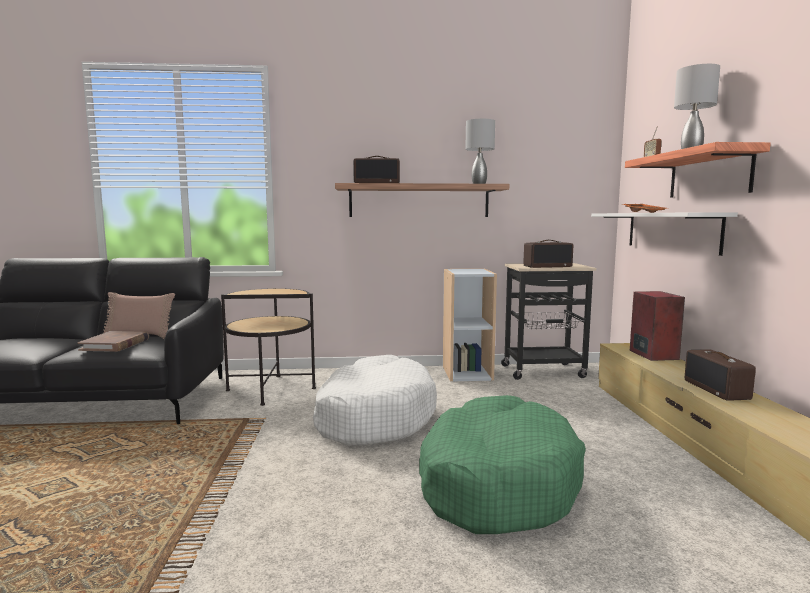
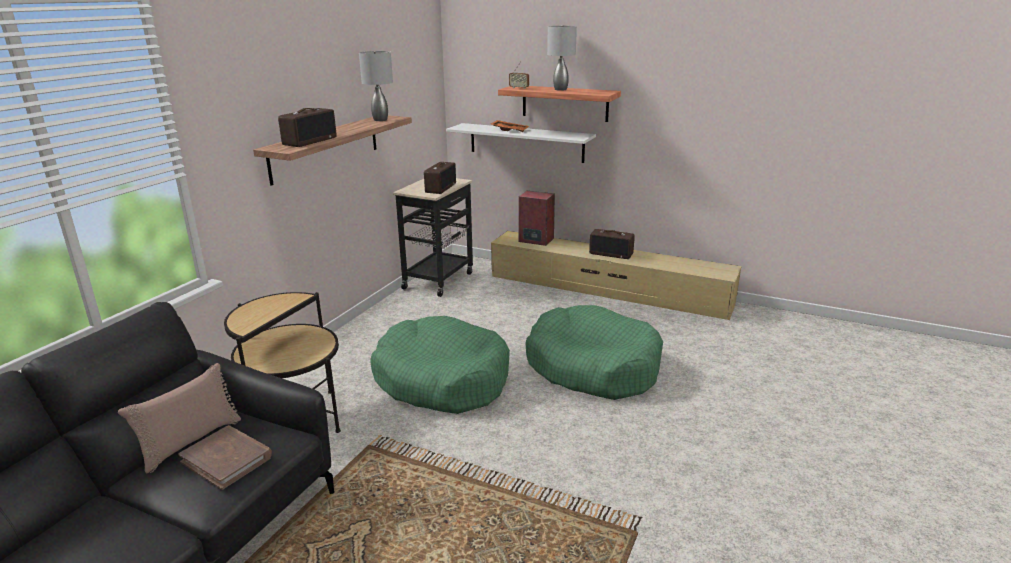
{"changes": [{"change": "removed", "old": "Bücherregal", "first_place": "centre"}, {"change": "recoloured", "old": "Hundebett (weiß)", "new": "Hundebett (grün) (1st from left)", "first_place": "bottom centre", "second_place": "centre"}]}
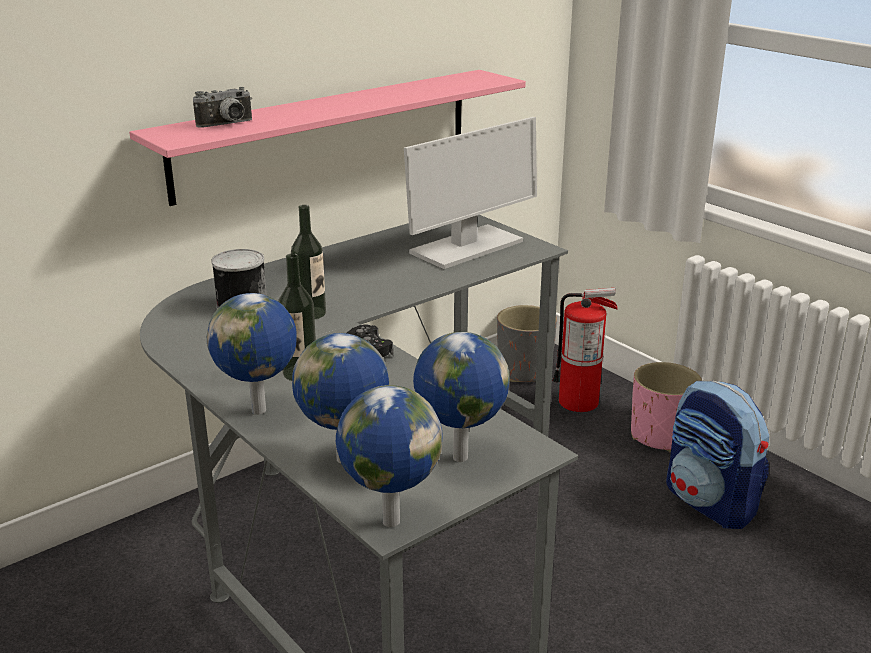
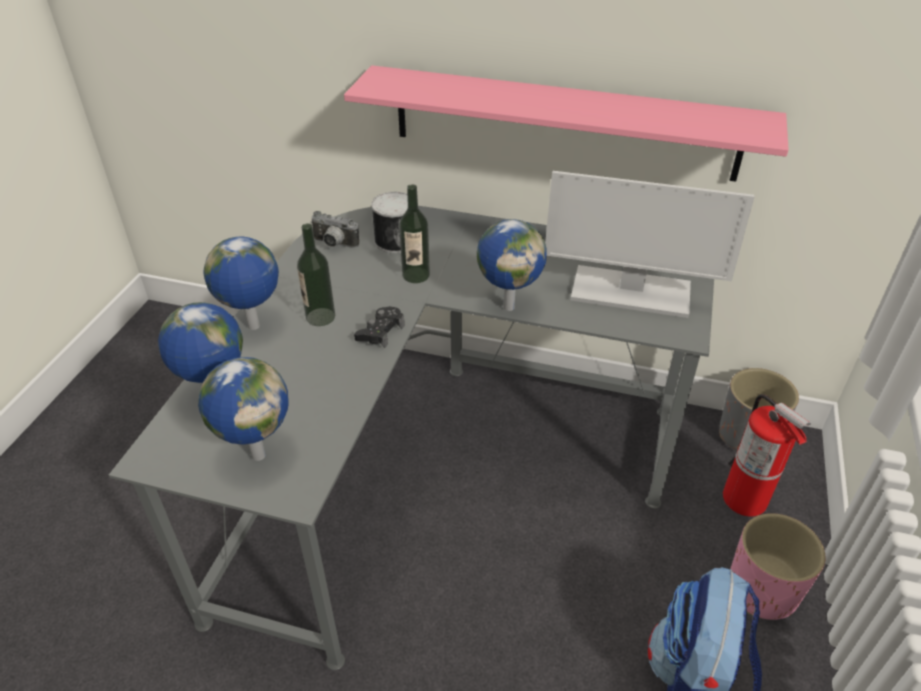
{"changes": [{"change": "moved", "old": "Kamera", "first_place": "top left", "second_place": "top centre"}, {"change": "moved", "old": "Globus (3rd from left in the first image)", "new": "Globus (4th from left)", "first_place": "bottom centre", "second_place": "centre"}]}
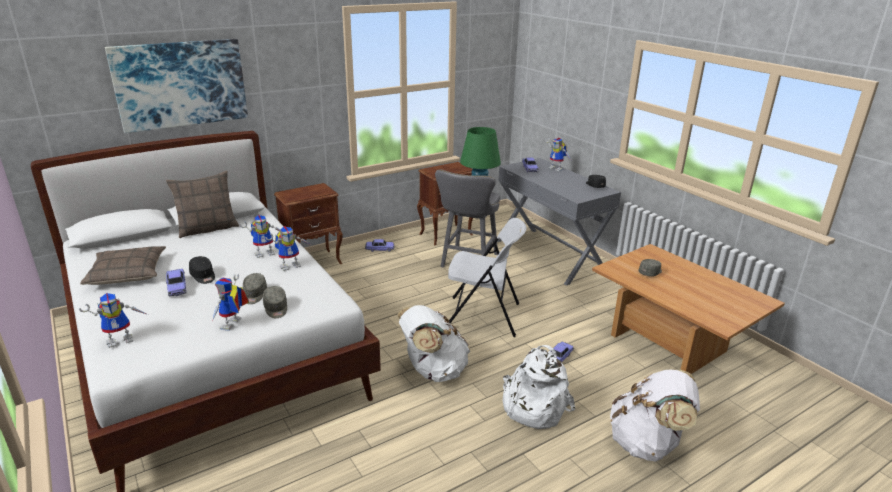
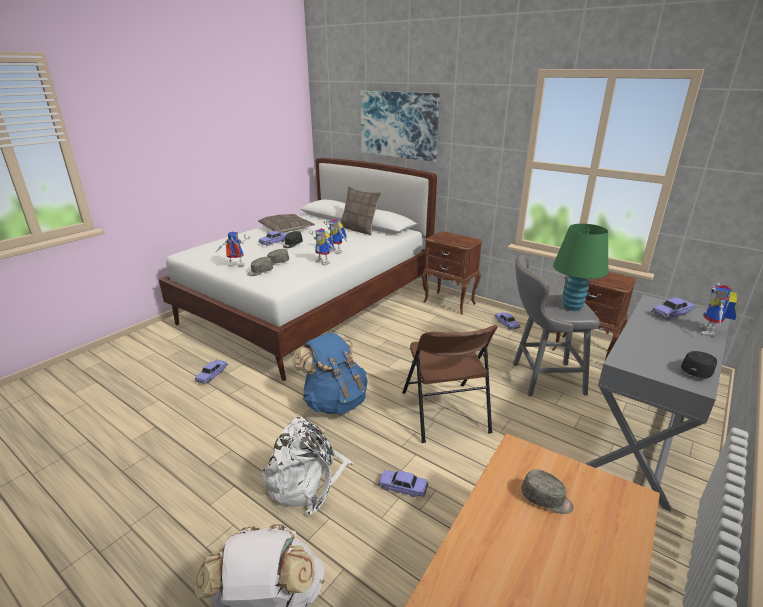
{"changes": [{"change": "recoloured", "old": "Stuhl (weiß)", "new": "Stuhl (braun)", "first_place": "centre", "second_place": "centre"}, {"change": "removed", "old": "Spielzeugroboter (1st from left)", "first_place": "middle left"}, {"change": "recoloured", "old": "Rucksack (weiß) (1st from left)", "new": "Rucksack (blau)", "first_place": "bottom centre", "second_place": "centre"}, {"change": "added", "new": "Spielzeugauto (1st from left)", "second_place": "middle left"}]}
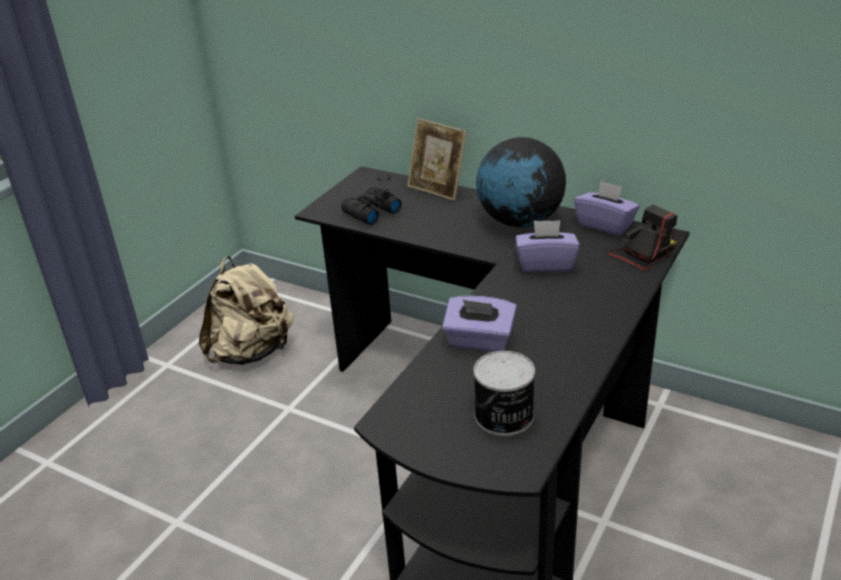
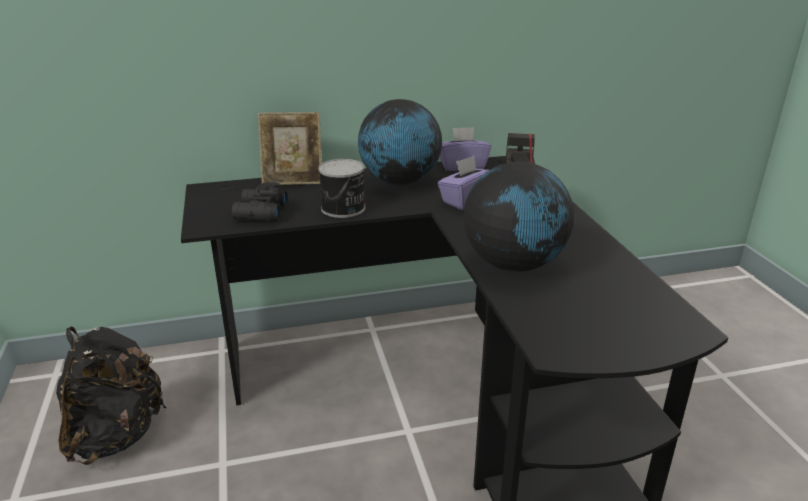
{"changes": [{"change": "recoloured", "old": "Rucksack (beige)", "new": "Rucksack (schwarz)", "first_place": "middle left", "second_place": "bottom left"}, {"change": "replaced", "old": "Taschentuchbox (lila) (1st from left)", "new": "Globus (2nd from left)", "first_place": "centre", "second_place": "centre"}, {"change": "moved", "old": "Dose", "first_place": "bottom centre", "second_place": "centre"}]}
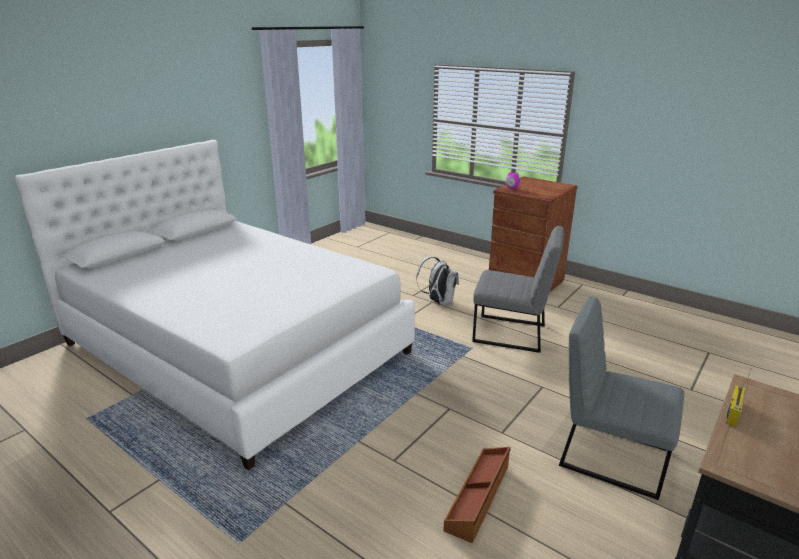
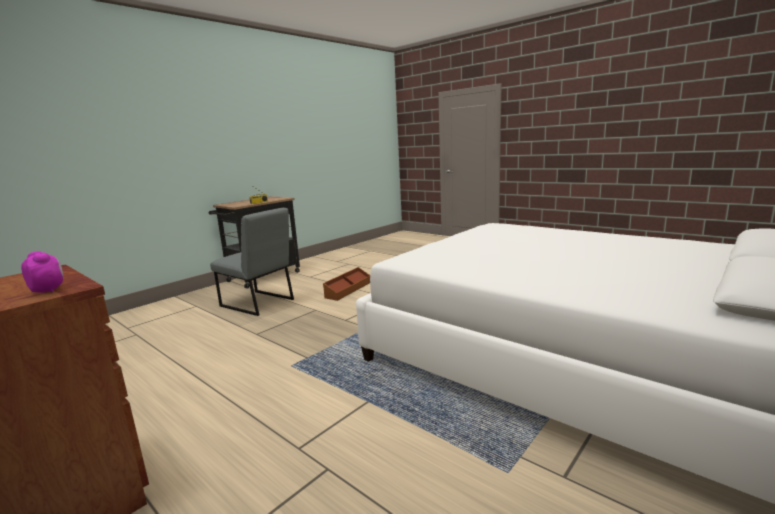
{"changes": [{"change": "removed", "old": "Stuhl (grau) (1st from left)", "first_place": "centre"}, {"change": "removed", "old": "Rucksack (weiß)", "first_place": "centre"}]}
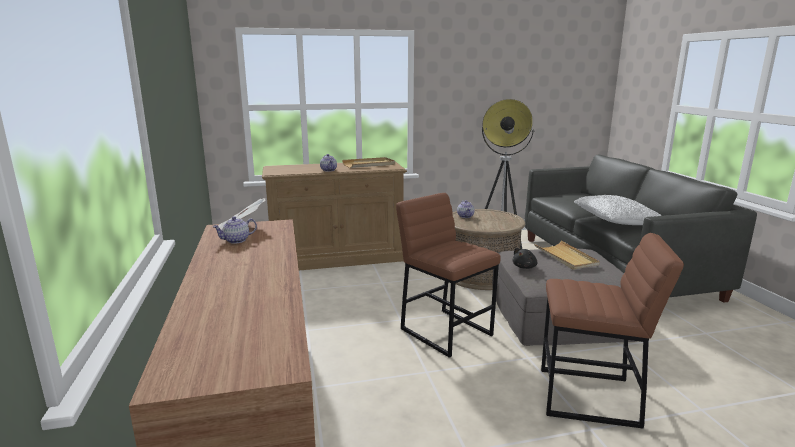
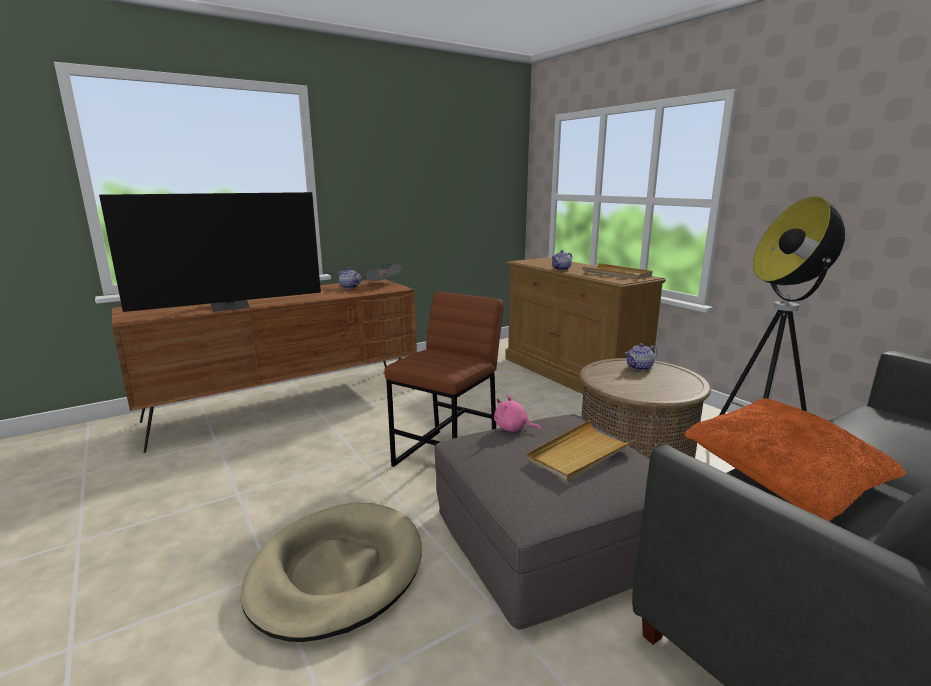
{"changes": [{"change": "recoloured", "old": "Kissen (weiß)", "new": "Kissen (orange)", "first_place": "middle right", "second_place": "bottom right"}, {"change": "replaced", "old": "Hocker (braun) (2nd from left)", "new": "Hundebett (beige)", "first_place": "bottom right", "second_place": "bottom centre"}, {"change": "recoloured", "old": "Plüschtier (schwarz)", "new": "Plüschtier (rosa)", "first_place": "centre", "second_place": "centre"}, {"change": "added", "new": "Fernseher", "second_place": "middle left"}]}
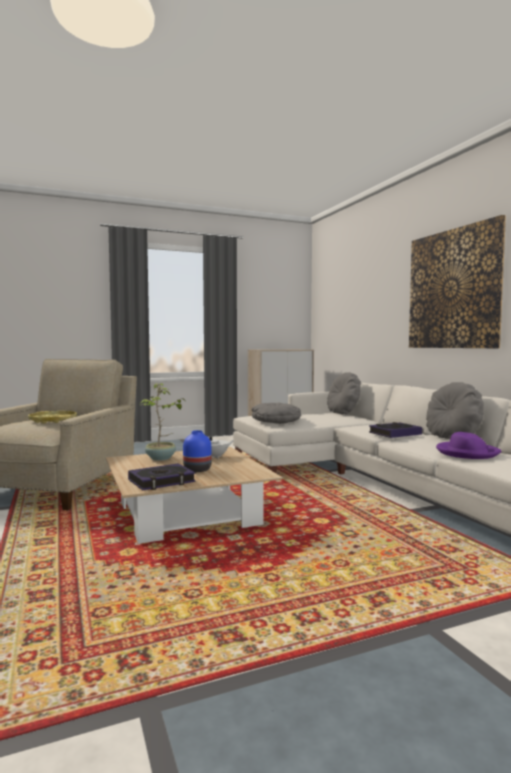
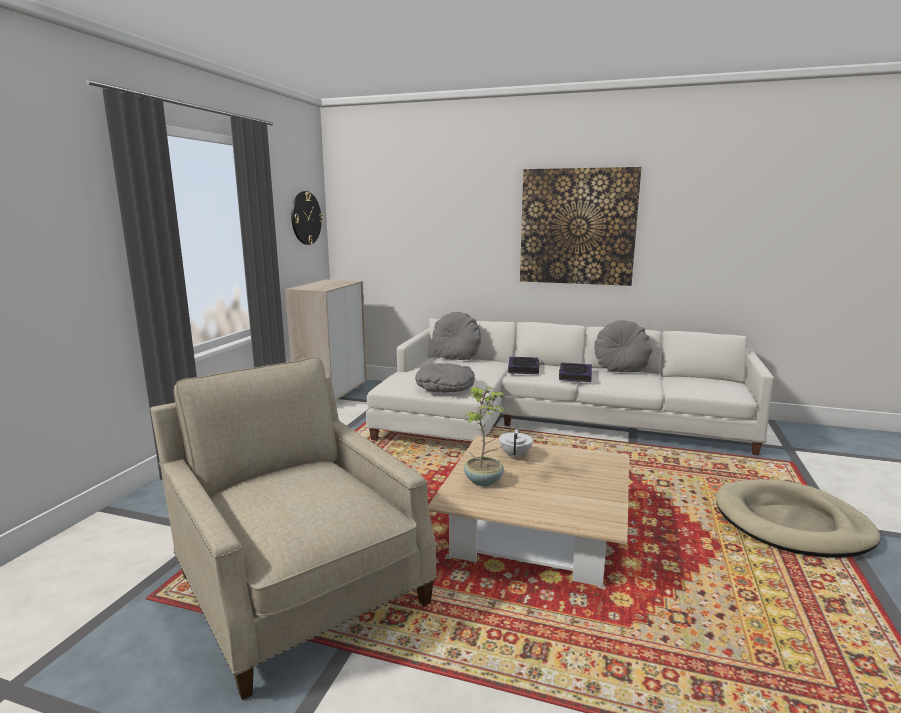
{"changes": [{"change": "removed", "old": "Tablett (gelb)", "first_place": "middle left"}, {"change": "removed", "old": "Vase (blau)", "first_place": "centre"}, {"change": "removed", "old": "Hut (lila)", "first_place": "middle right"}, {"change": "moved", "old": "Buch (1st from left)", "first_place": "middle left", "second_place": "centre"}, {"change": "added", "new": "Wanduhr", "second_place": "top centre"}, {"change": "added", "new": "Hundebett (beige)", "second_place": "bottom right"}]}
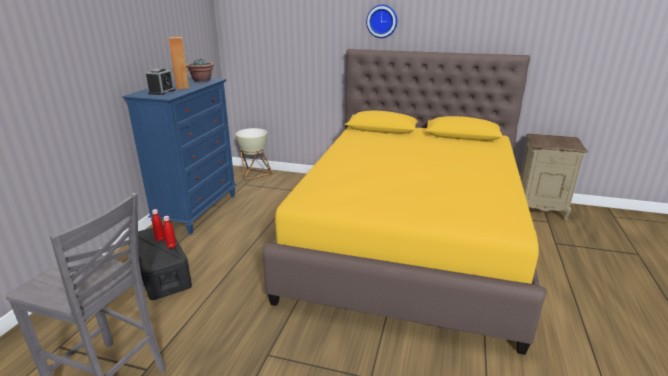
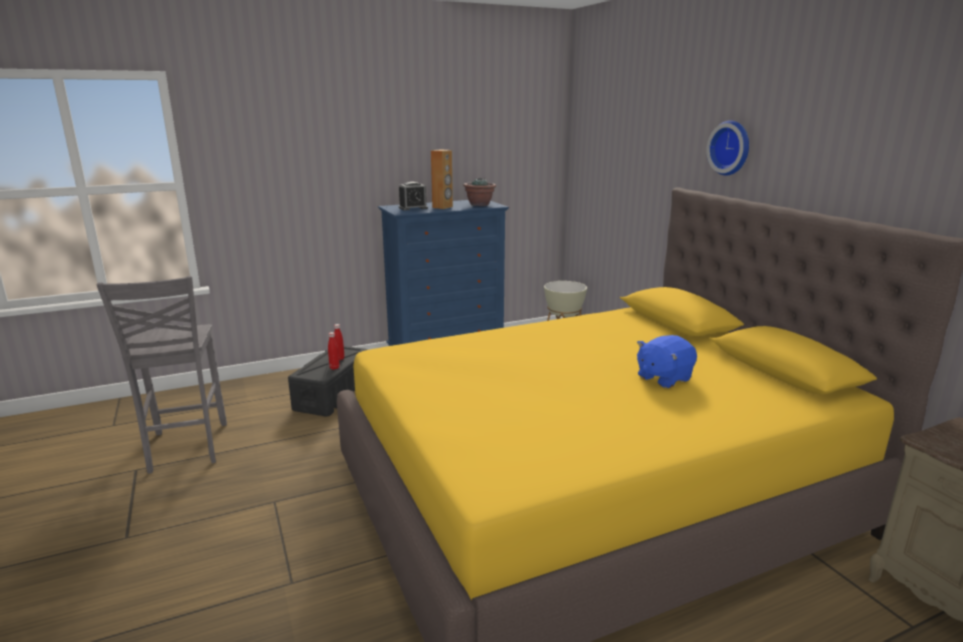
{"changes": [{"change": "added", "new": "Plüschtier (blau)", "second_place": "middle right"}]}
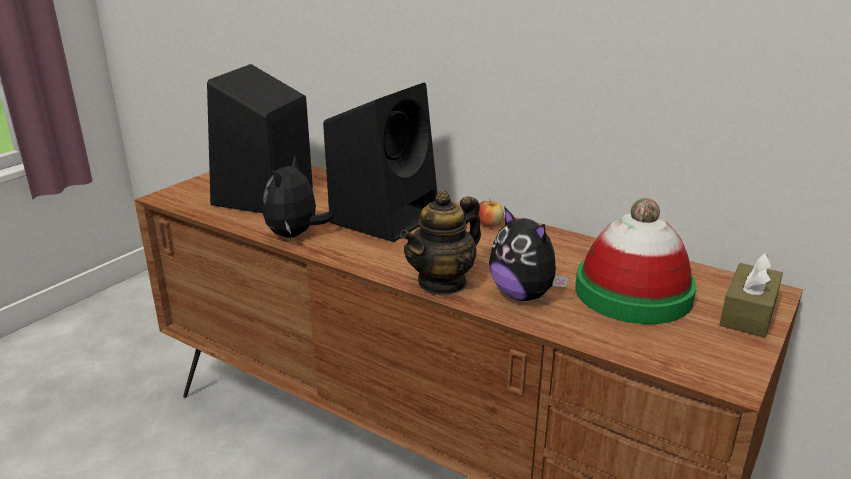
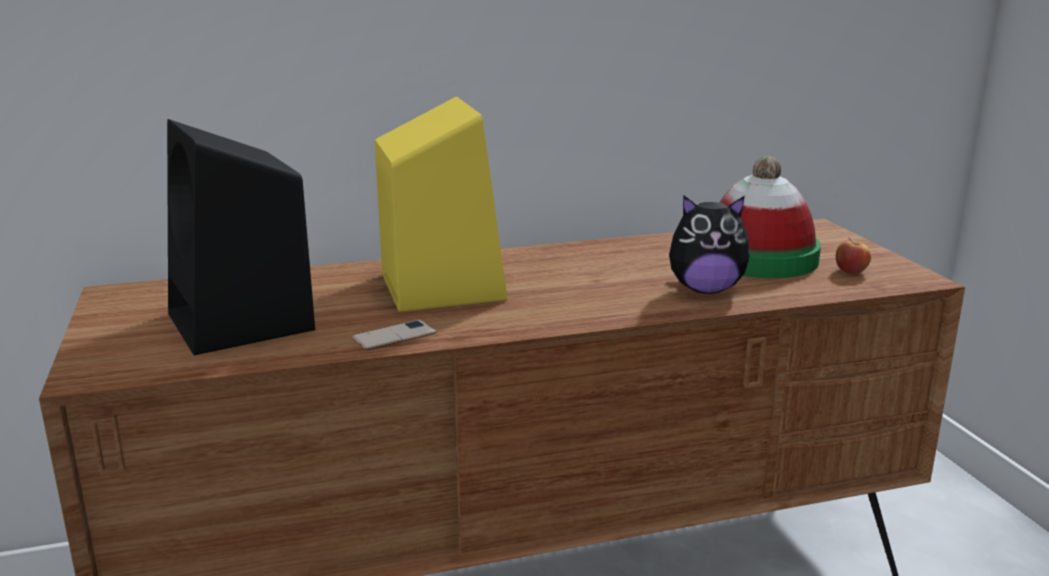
{"changes": [{"change": "recoloured", "old": "Lautsprecher (schwarz) (2nd from left)", "new": "Lautsprecher (gelb)", "first_place": "centre", "second_place": "centre"}, {"change": "replaced", "old": "Plüschtier (1st from left)", "new": "Handy", "first_place": "centre", "second_place": "centre"}, {"change": "removed", "old": "Teekanne", "first_place": "centre"}, {"change": "moved", "old": "Apfel", "first_place": "centre", "second_place": "middle right"}, {"change": "removed", "old": "Taschentuchbox (braun)", "first_place": "middle right"}]}
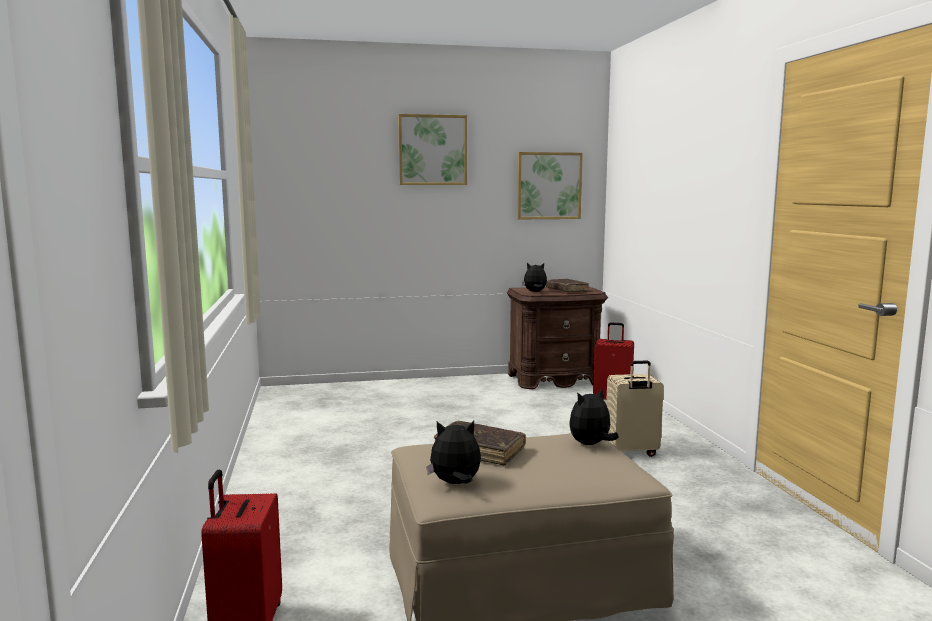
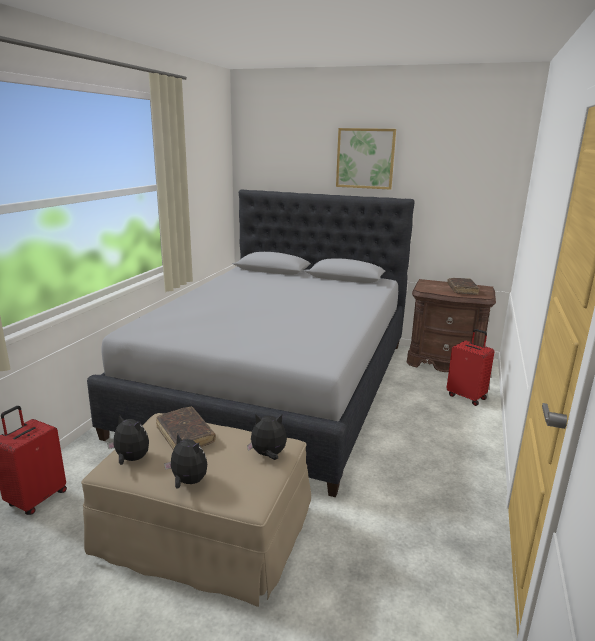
{"changes": [{"change": "removed", "old": "Bild (2nd from left)", "first_place": "top centre"}, {"change": "moved", "old": "Plüschtier (2nd from left)", "first_place": "centre", "second_place": "bottom left"}, {"change": "removed", "old": "Koffer (beige)", "first_place": "middle right"}, {"change": "added", "new": "Bett (grau)", "second_place": "centre"}]}
